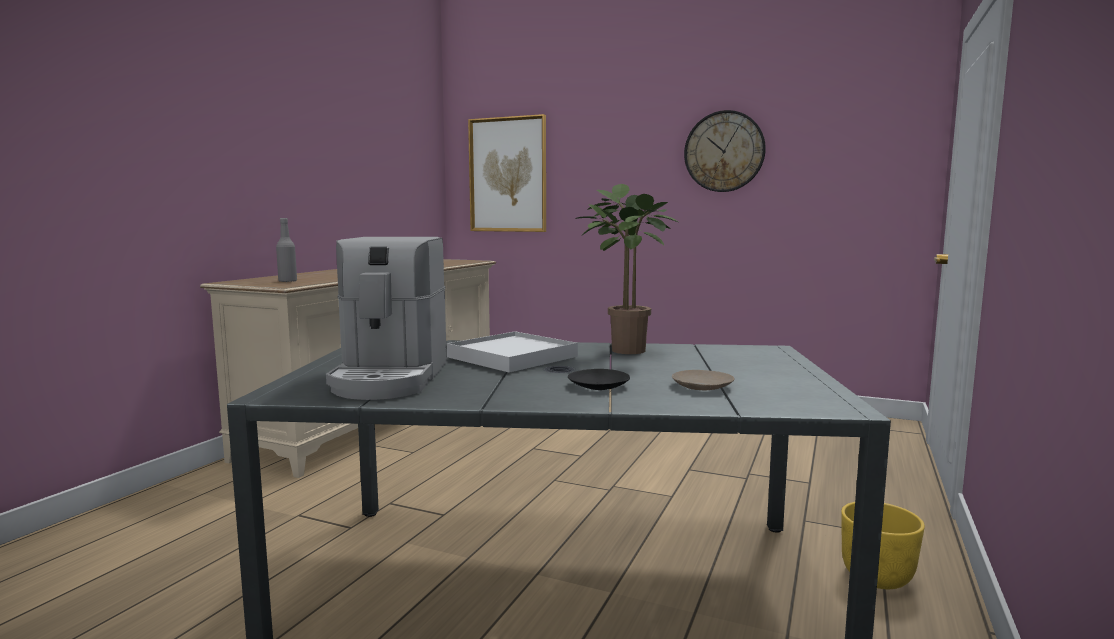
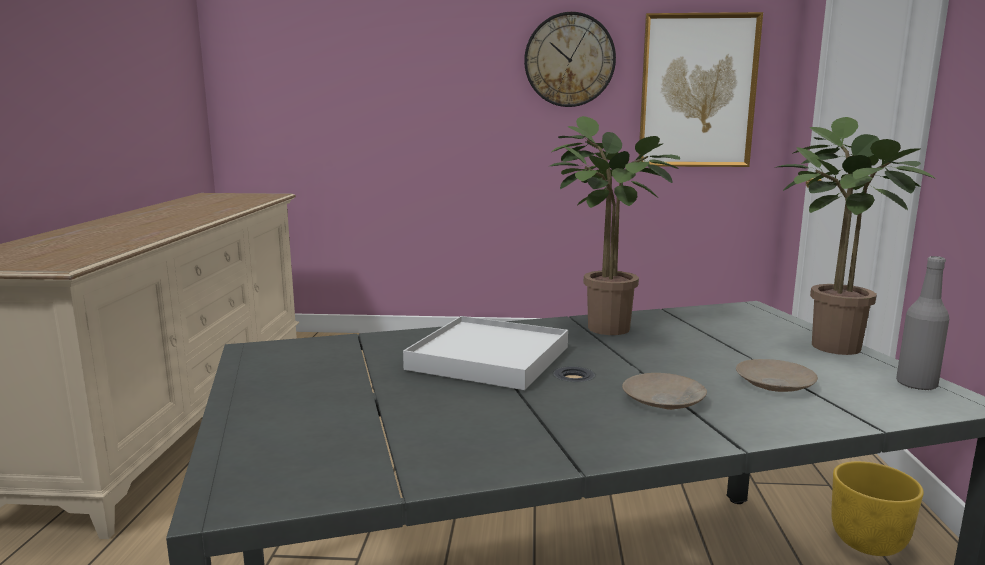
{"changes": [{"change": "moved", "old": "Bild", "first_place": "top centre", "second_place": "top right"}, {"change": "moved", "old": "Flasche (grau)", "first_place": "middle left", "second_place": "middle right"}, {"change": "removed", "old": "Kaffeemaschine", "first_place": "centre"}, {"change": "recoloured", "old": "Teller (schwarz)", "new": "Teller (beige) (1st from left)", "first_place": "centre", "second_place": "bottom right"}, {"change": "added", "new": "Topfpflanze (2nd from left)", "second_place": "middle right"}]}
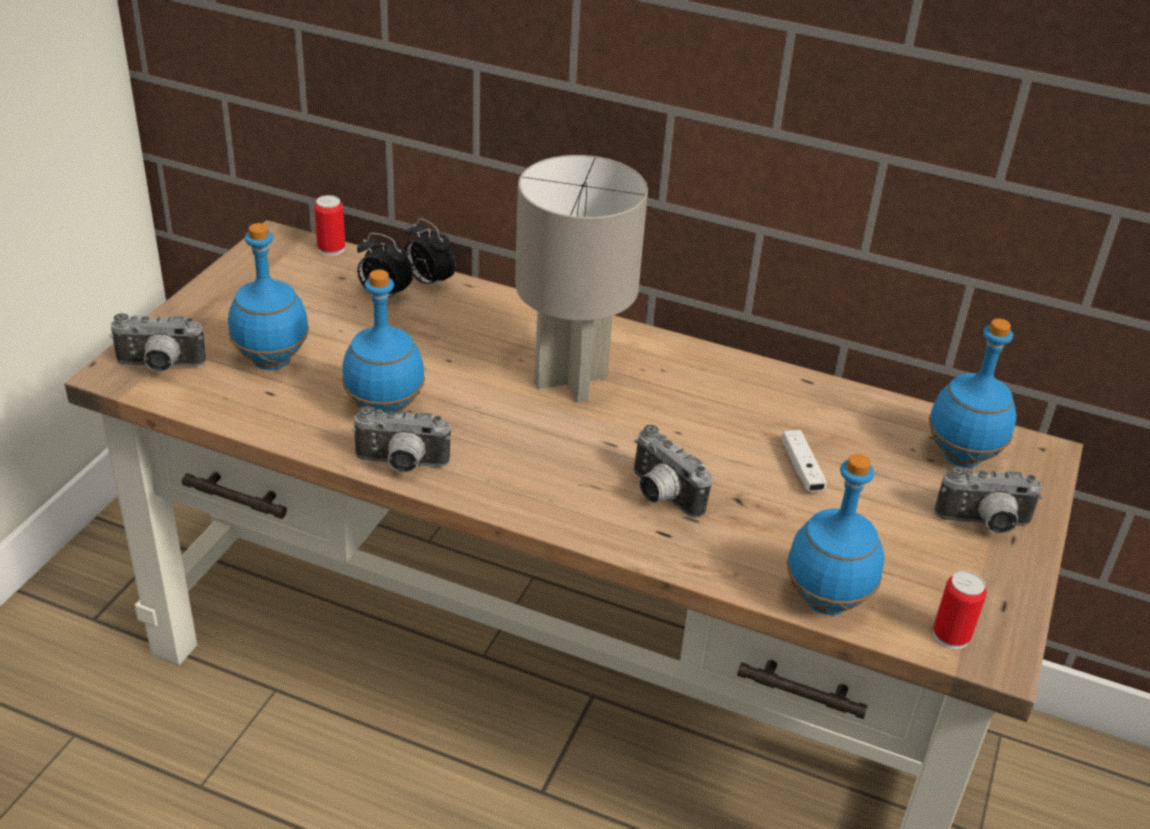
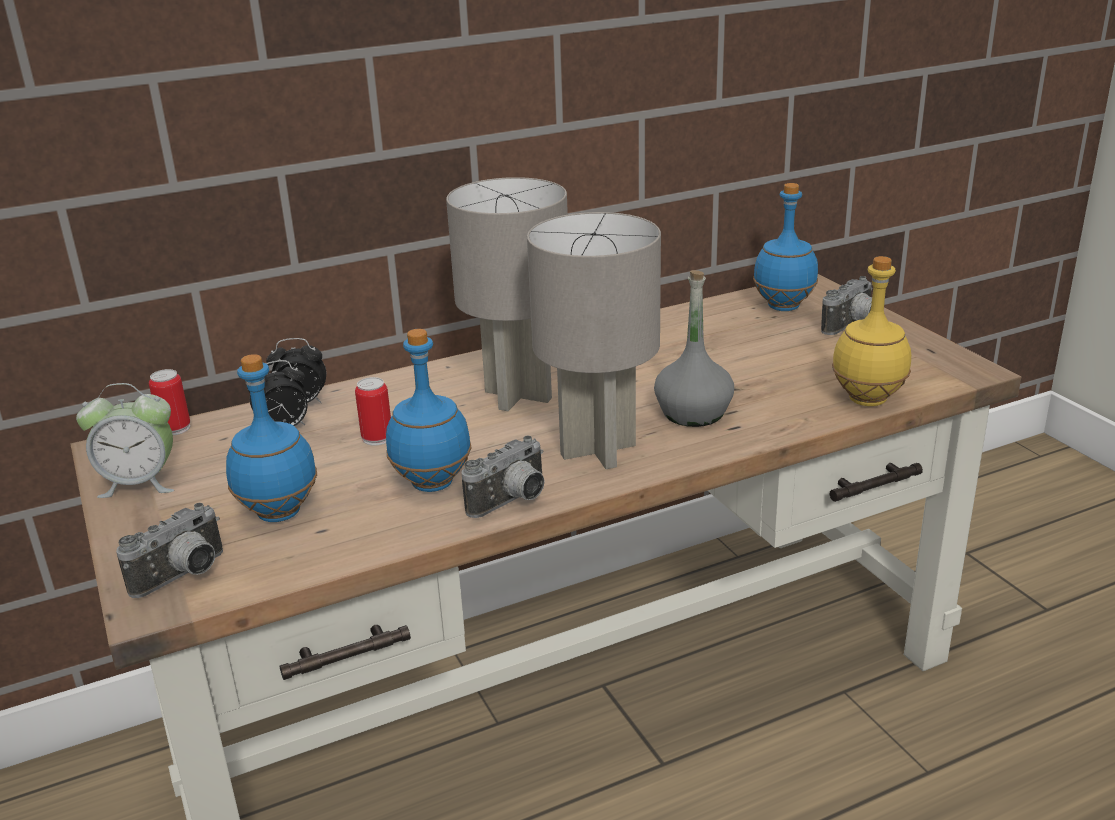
{"changes": [{"change": "replaced", "old": "Kamera (3rd from left)", "new": "Flasche (grau)", "first_place": "centre", "second_place": "centre"}, {"change": "removed", "old": "Gamepad (weiß)", "first_place": "middle right"}, {"change": "recoloured", "old": "Flasche (blau) (3rd from left)", "new": "Flasche (gelb)", "first_place": "middle right", "second_place": "middle right"}, {"change": "moved", "old": "Dose (2nd from left)", "first_place": "bottom right", "second_place": "centre"}, {"change": "added", "new": "Tischlampe (grau) (2nd from left)", "second_place": "centre"}, {"change": "added", "new": "Wecker (1st from left)", "second_place": "middle left"}]}
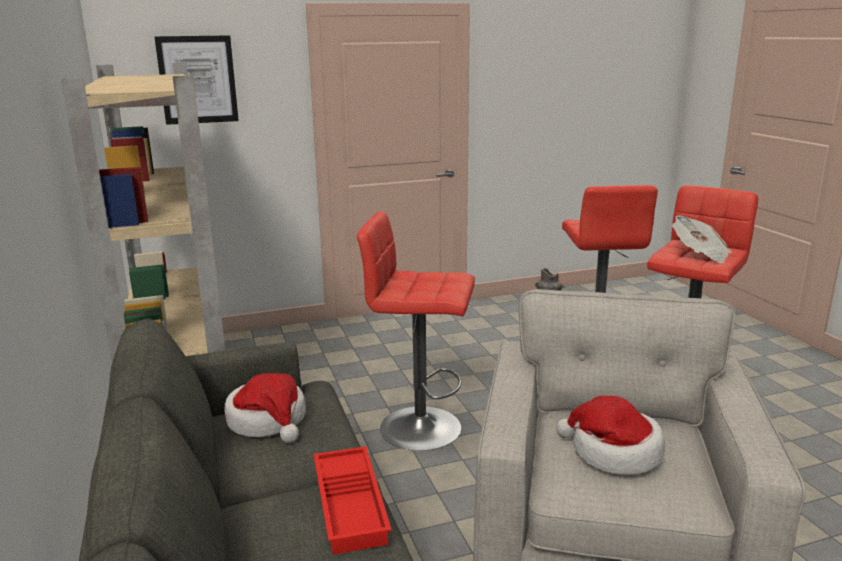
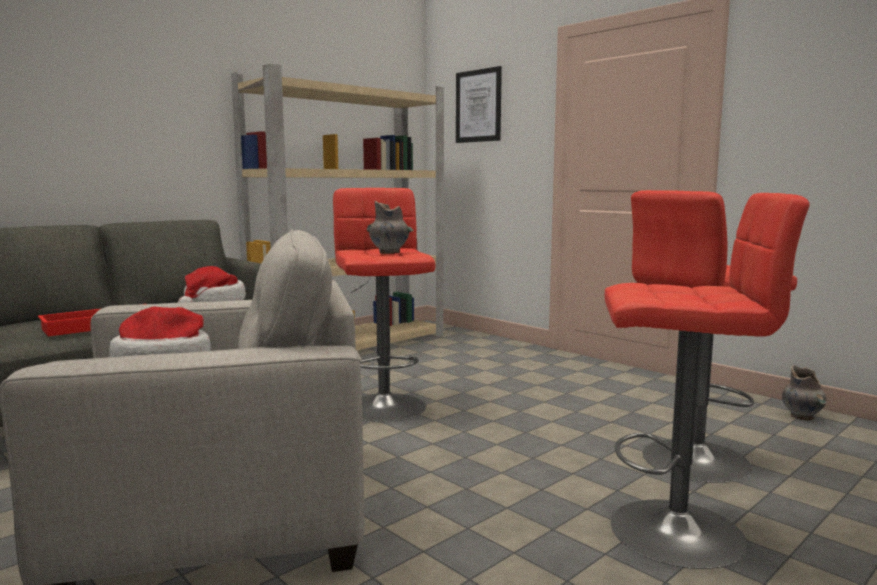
{"changes": [{"change": "removed", "old": "Zeitung", "first_place": "middle right"}, {"change": "added", "new": "Vase (grau) (1st from left)", "second_place": "centre"}]}
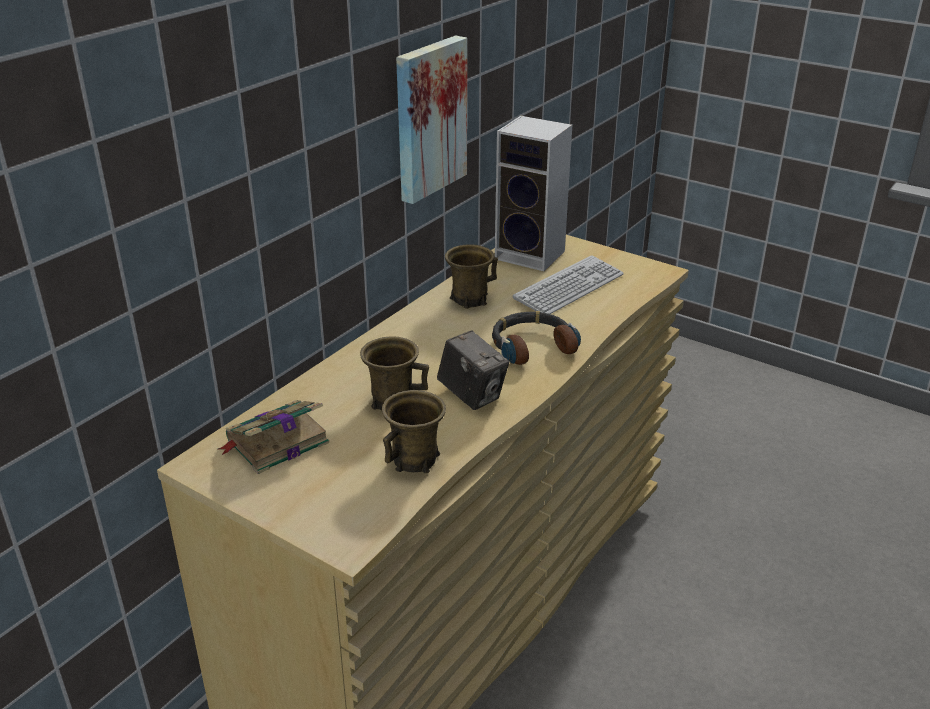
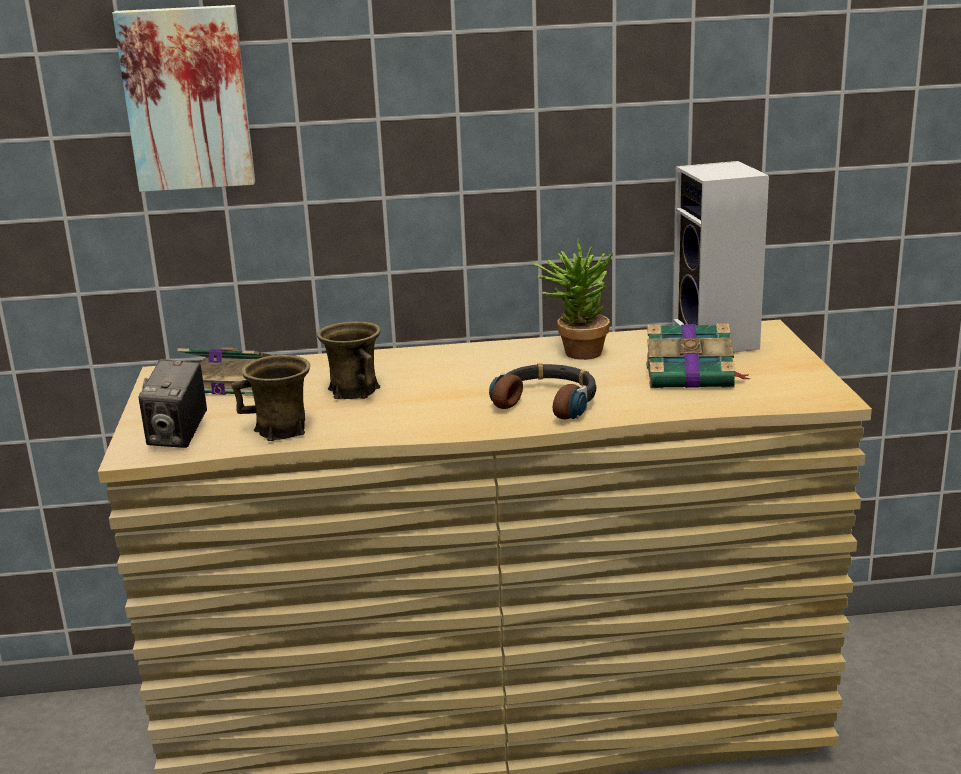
{"changes": [{"change": "moved", "old": "Bild", "first_place": "top centre", "second_place": "top left"}, {"change": "replaced", "old": "Henkelbecher (braun) (3rd from left)", "new": "Topfpflanze", "first_place": "centre", "second_place": "centre"}, {"change": "replaced", "old": "Tastatur", "new": "Buch (2nd from left)", "first_place": "centre", "second_place": "middle right"}, {"change": "moved", "old": "Kamera", "first_place": "centre", "second_place": "middle left"}]}
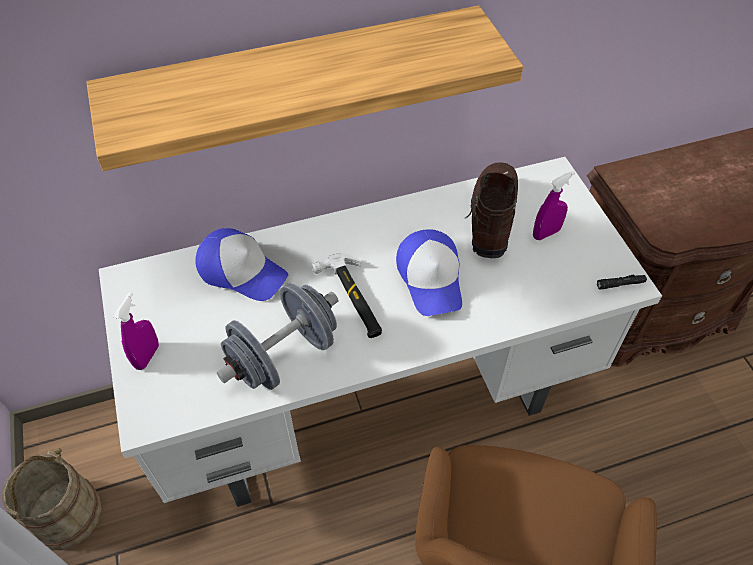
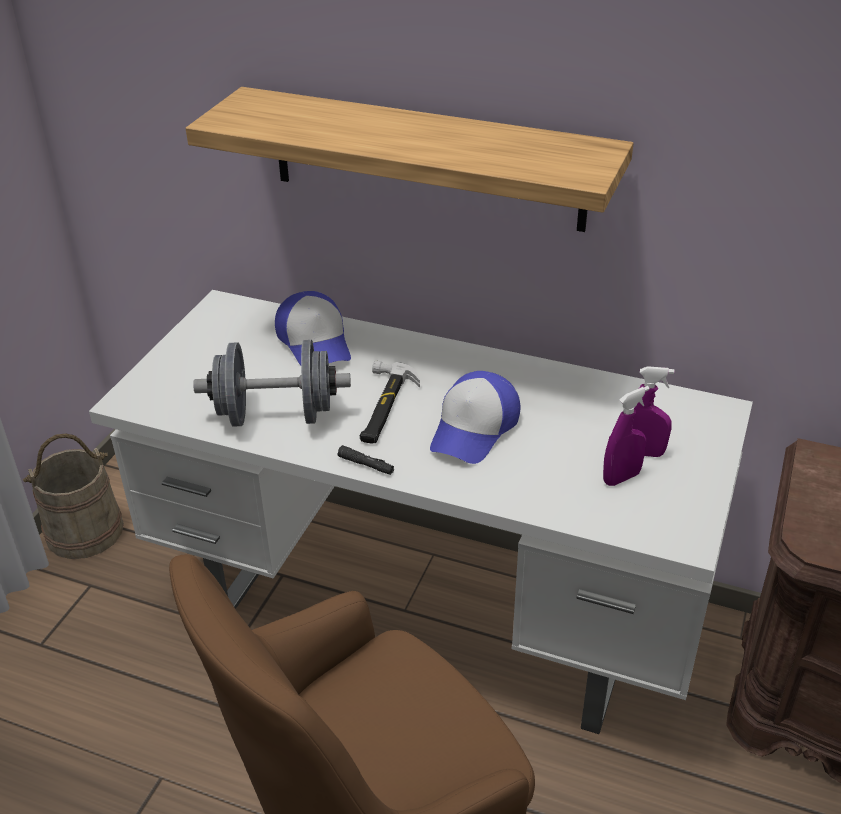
{"changes": [{"change": "removed", "old": "Stiefel (braun)", "first_place": "centre"}, {"change": "moved", "old": "Taschenlampe (schwarz)", "first_place": "middle right", "second_place": "centre"}, {"change": "moved", "old": "Sprühflasche (lila) (1st from left)", "first_place": "middle left", "second_place": "middle right"}]}
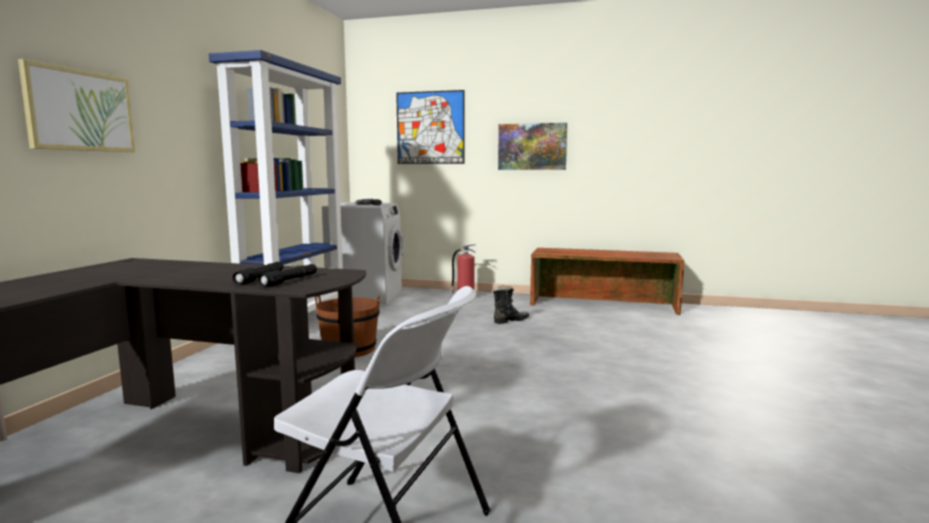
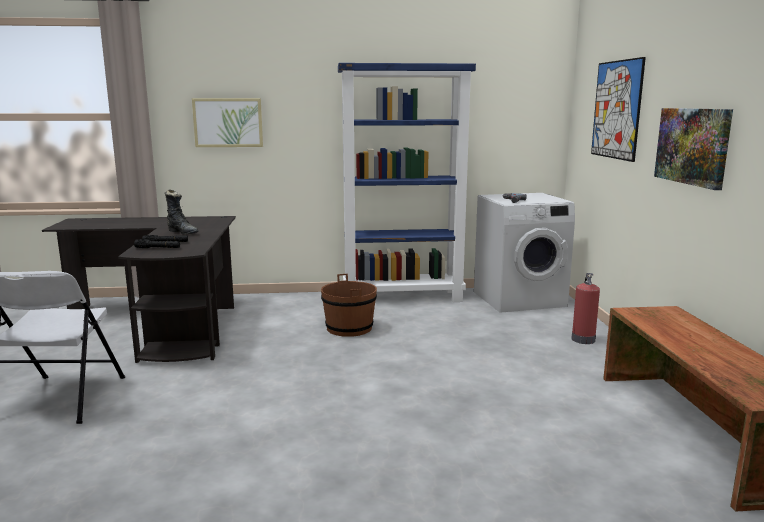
{"changes": [{"change": "moved", "old": "Stiefel (schwarz)", "first_place": "centre", "second_place": "middle left"}]}
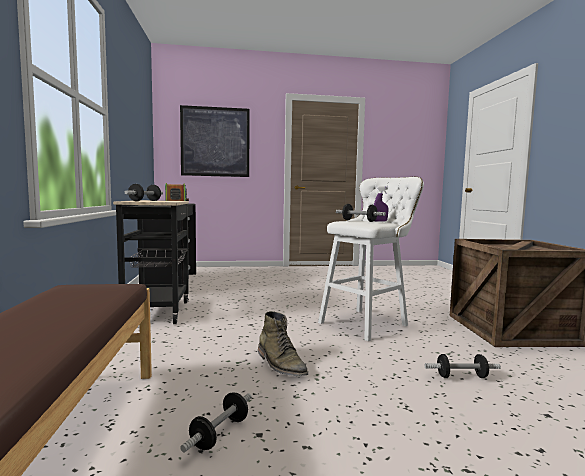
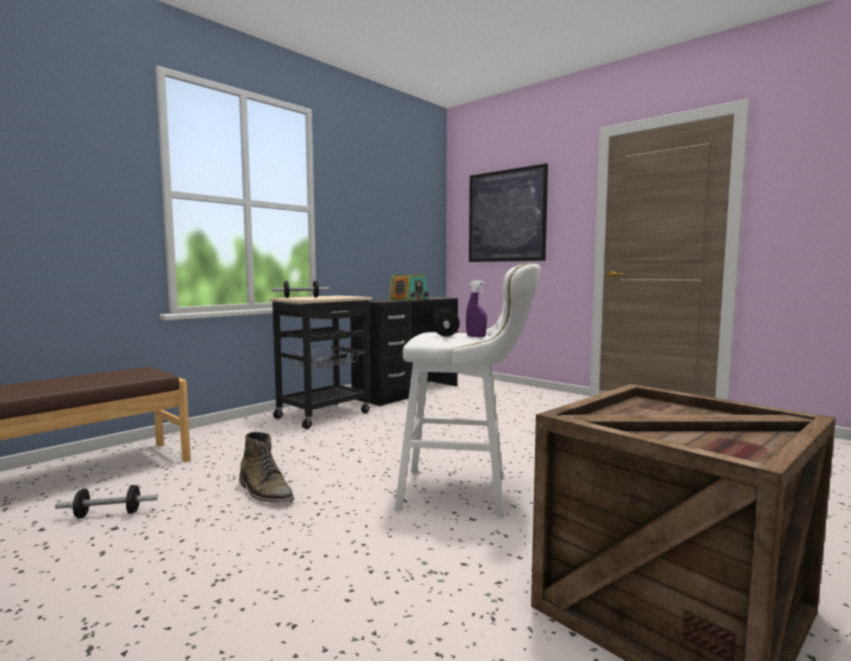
{"changes": [{"change": "turned", "old": "Stiefel (grün)", "first_place": "bottom centre", "second_place": "bottom left", "degrees": -60}, {"change": "removed", "old": "Hantel (4th from left)", "first_place": "bottom right"}]}
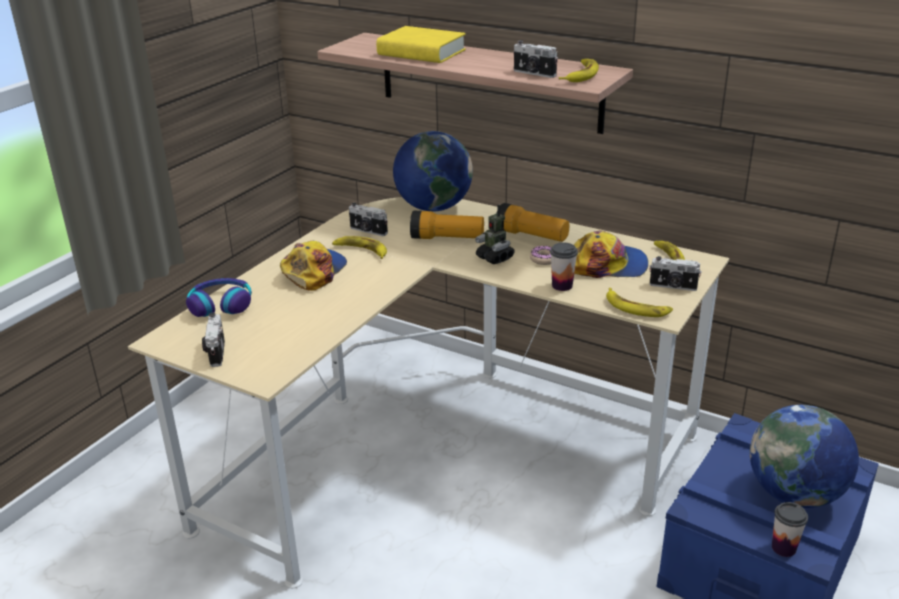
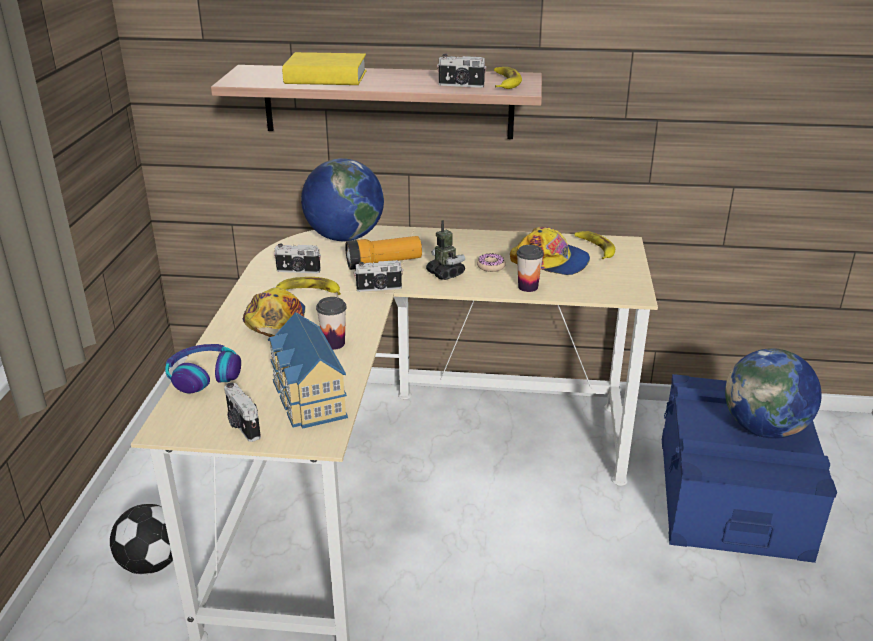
{"changes": [{"change": "removed", "old": "Taschenlampe (2nd from left)", "first_place": "centre"}, {"change": "turned", "old": "Spielzeugroboter", "first_place": "centre", "second_place": "centre", "degrees": -150}, {"change": "turned", "old": "Kappe (2nd from left)", "first_place": "middle right", "second_place": "centre", "degrees": 45}, {"change": "moved", "old": "Kamera (4th from left in the first image)", "new": "Kamera (3rd from left)", "first_place": "middle right", "second_place": "centre"}, {"change": "removed", "old": "Banane (3rd from left)", "first_place": "middle right"}, {"change": "moved", "old": "Tasse (2nd from left in the first image)", "new": "Tasse (1st from left)", "first_place": "bottom right", "second_place": "centre"}, {"change": "added", "new": "Spielzeughaus", "second_place": "centre"}, {"change": "added", "new": "Fußball", "second_place": "bottom left"}]}
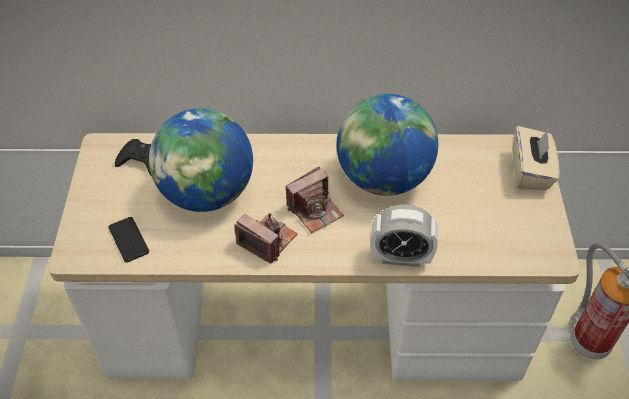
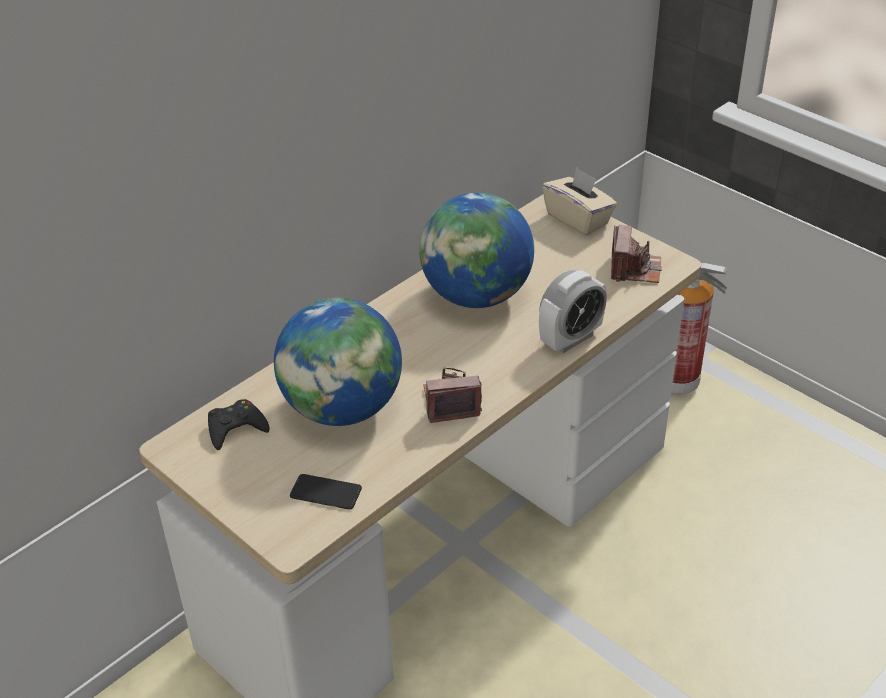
{"changes": [{"change": "moved", "old": "Kamera (2nd from left)", "first_place": "centre", "second_place": "middle right"}]}
